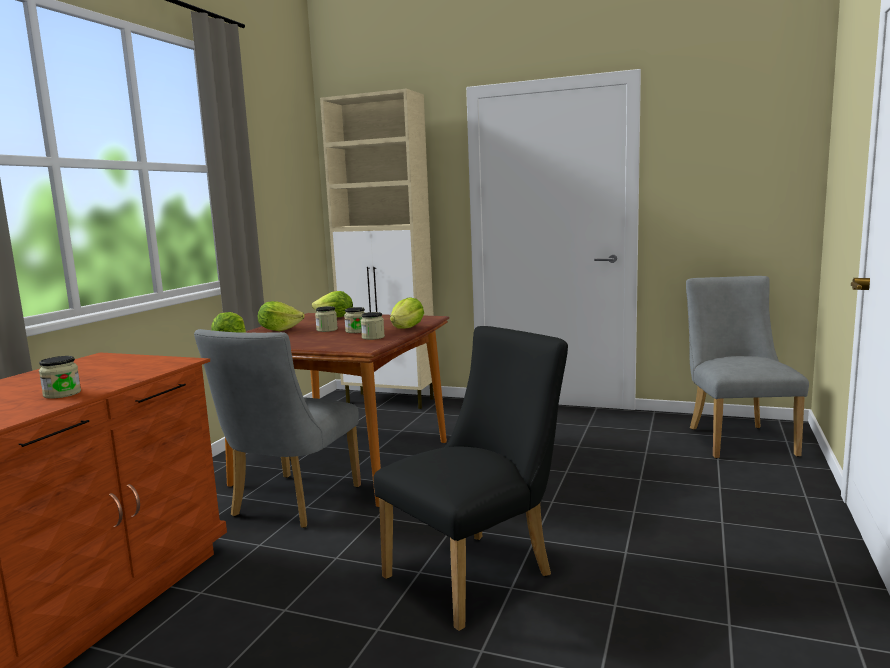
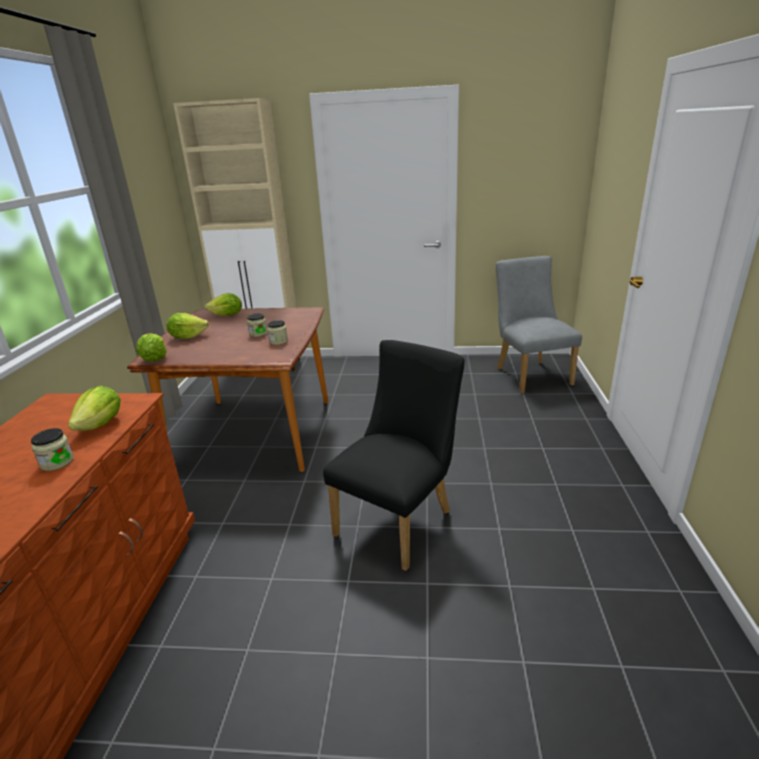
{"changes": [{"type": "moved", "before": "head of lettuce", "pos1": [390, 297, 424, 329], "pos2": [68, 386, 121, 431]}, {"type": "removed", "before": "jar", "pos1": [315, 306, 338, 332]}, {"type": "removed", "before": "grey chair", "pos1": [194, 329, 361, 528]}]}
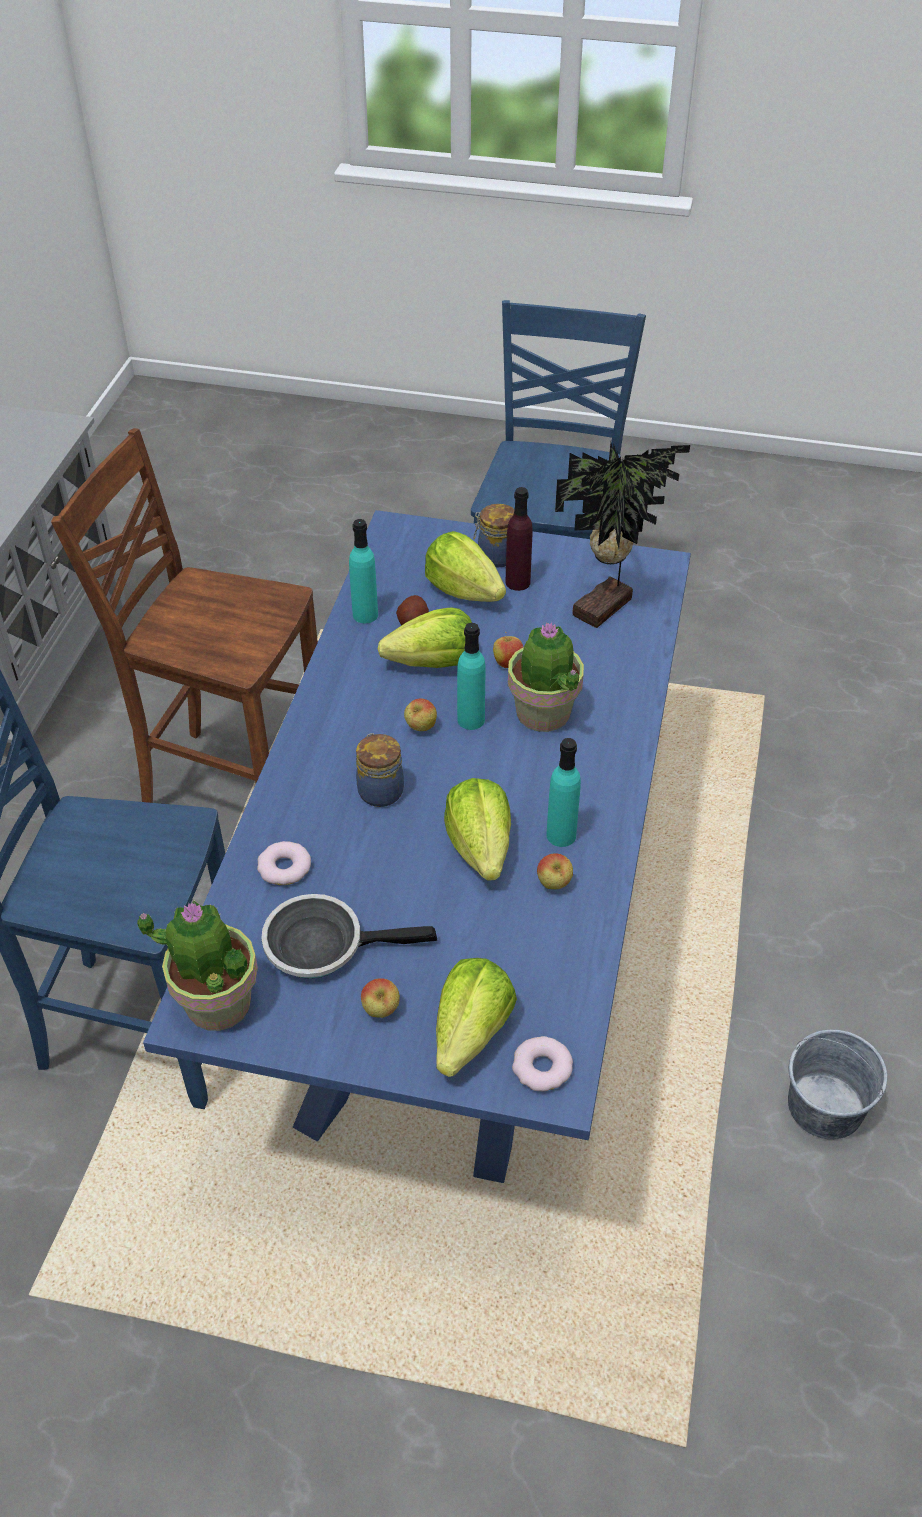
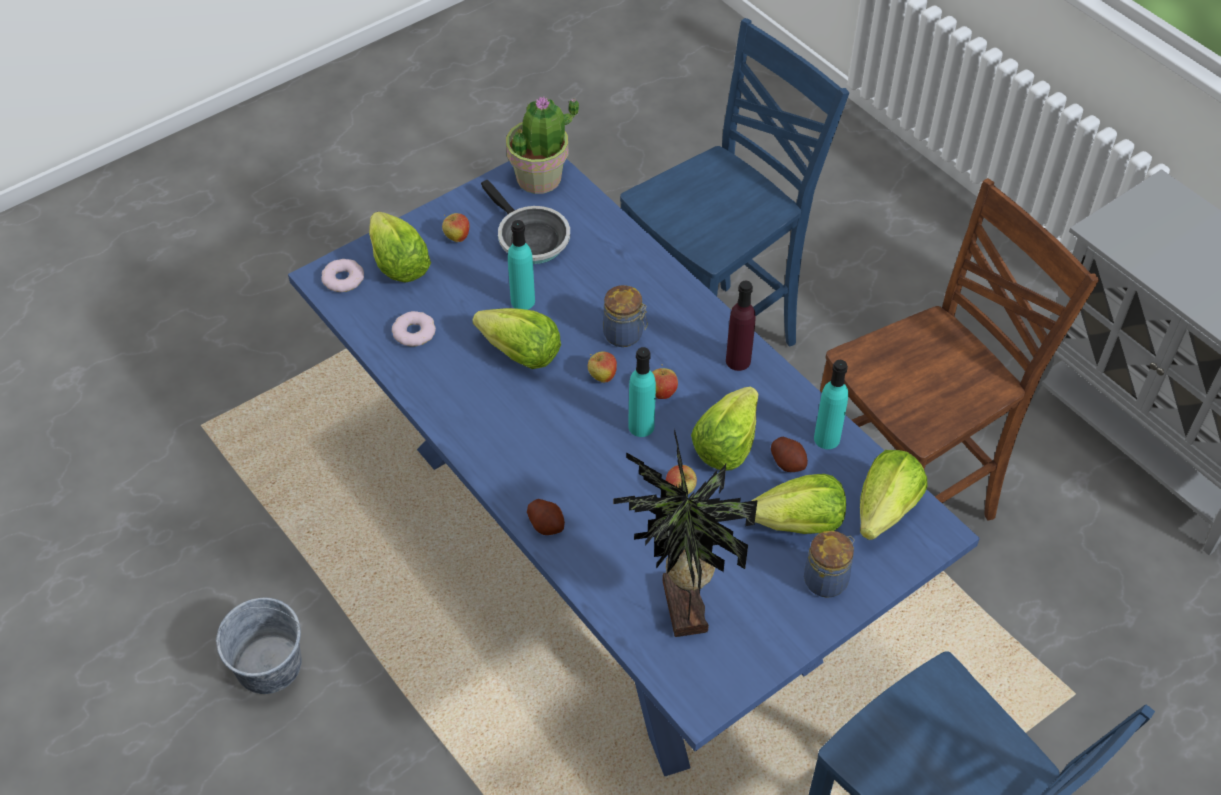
{"changes": [{"type": "moved", "before": "purplish bottle", "pos1": [506, 487, 533, 591], "pos2": [726, 280, 756, 371]}, {"type": "removed", "before": "plant in a pot", "pos1": [508, 622, 584, 732]}, {"type": "moved", "before": "turquoise bottle", "pos1": [546, 738, 581, 847], "pos2": [508, 220, 535, 310]}, {"type": "moved", "before": "doughnut", "pos1": [257, 841, 311, 885], "pos2": [392, 311, 436, 346]}, {"type": "moved", "before": "apple", "pos1": [537, 853, 573, 889], "pos2": [588, 352, 617, 383]}, {"type": "turned", "before": "frying pan", "pos1": [261, 894, 437, 979], "pos2": [481, 180, 570, 264], "turn": 105}, {"type": "added", "after": "head of lettuce", "pos2": [860, 450, 927, 540]}, {"type": "added", "after": "spud", "pos2": [527, 499, 565, 535]}]}
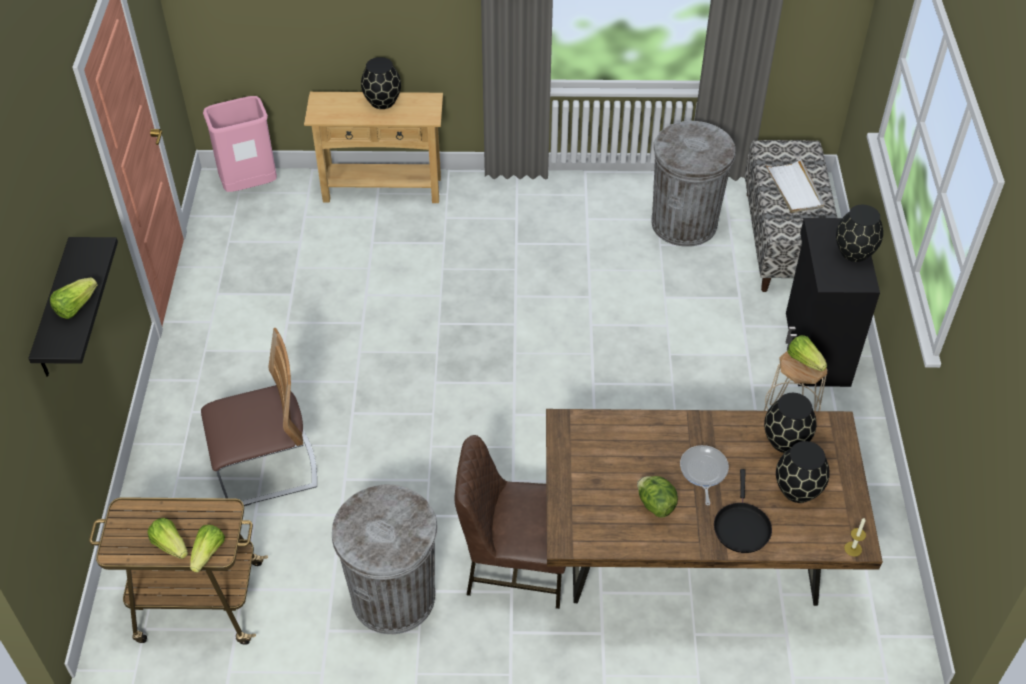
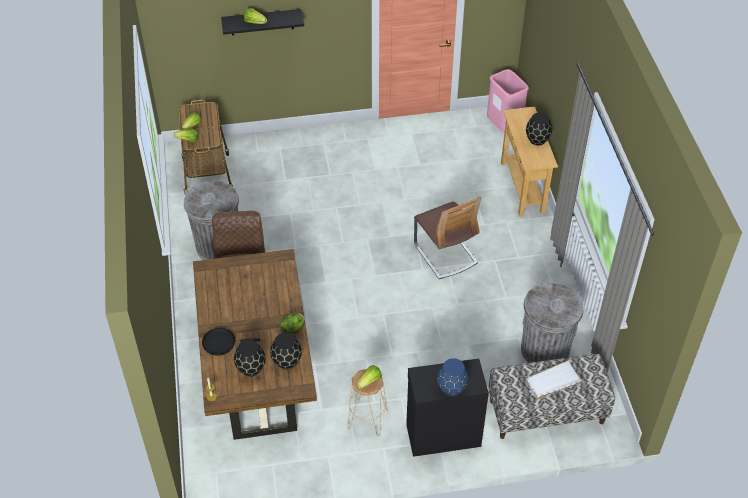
{"changes": [{"type": "recoloured", "before": "black-coloured decorative vase", "after": "bluish decorative vase", "pos1": [836, 205, 883, 262], "pos2": [437, 358, 469, 396]}, {"type": "moved", "before": "chair", "pos1": [201, 328, 317, 506], "pos2": [414, 197, 482, 279]}, {"type": "removed", "before": "frying pan", "pos1": [680, 445, 729, 505]}, {"type": "moved", "before": "head of lettuce", "pos1": [637, 476, 678, 518], "pos2": [280, 313, 305, 335]}]}
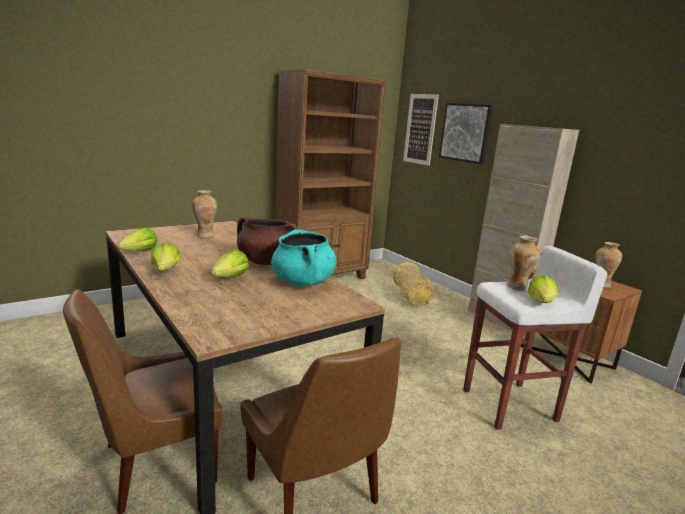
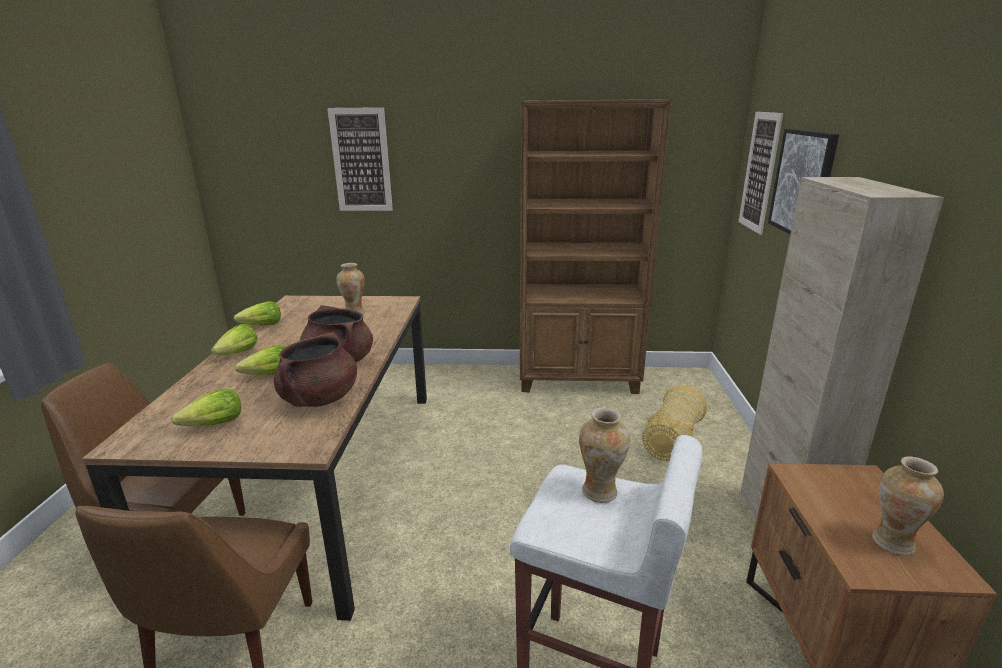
{"changes": [{"type": "recoloured", "before": "turquoise cooking pot", "after": "brown cooking pot", "pos1": [271, 229, 337, 287], "pos2": [274, 332, 357, 407]}, {"type": "moved", "before": "head of lettuce", "pos1": [528, 275, 558, 303], "pos2": [171, 389, 241, 426]}, {"type": "added", "after": "wall art", "pos2": [327, 107, 393, 211]}]}
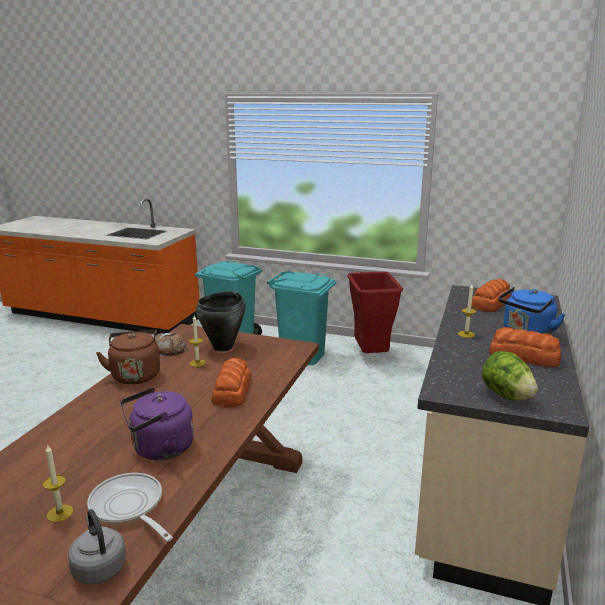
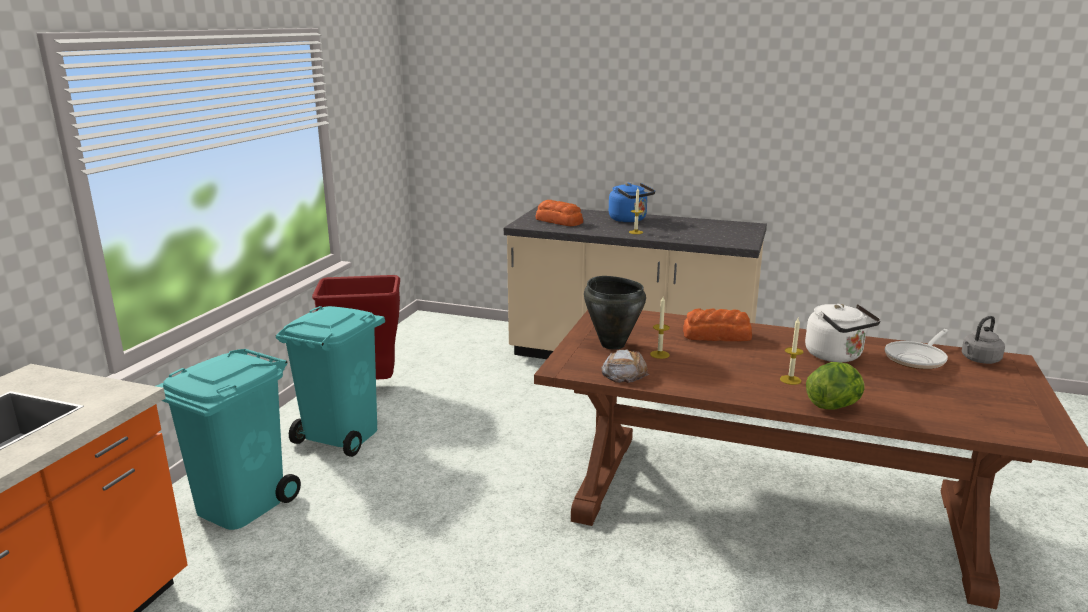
{"changes": [{"type": "removed", "before": "bread", "pos1": [489, 327, 561, 367]}, {"type": "removed", "before": "brown kettle", "pos1": [96, 330, 160, 384]}, {"type": "moved", "before": "head of lettuce", "pos1": [482, 351, 538, 400], "pos2": [806, 362, 865, 410]}, {"type": "recoloured", "before": "purplish kettle", "after": "whitish kettle", "pos1": [120, 387, 194, 460], "pos2": [805, 304, 881, 362]}, {"type": "moved", "before": "wax candle", "pos1": [43, 444, 73, 522], "pos2": [780, 318, 803, 385]}]}
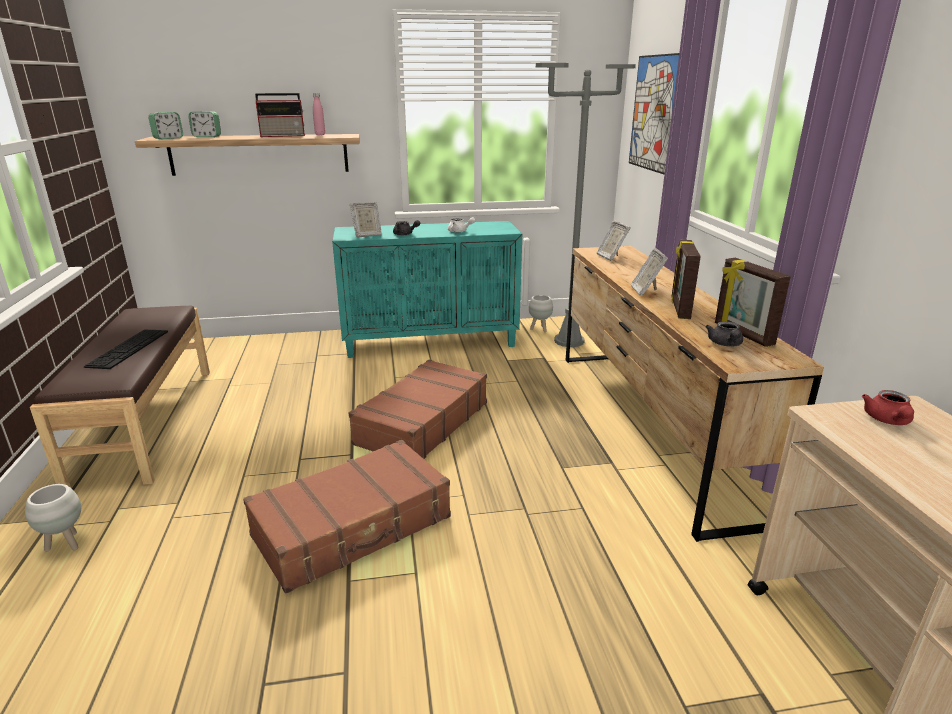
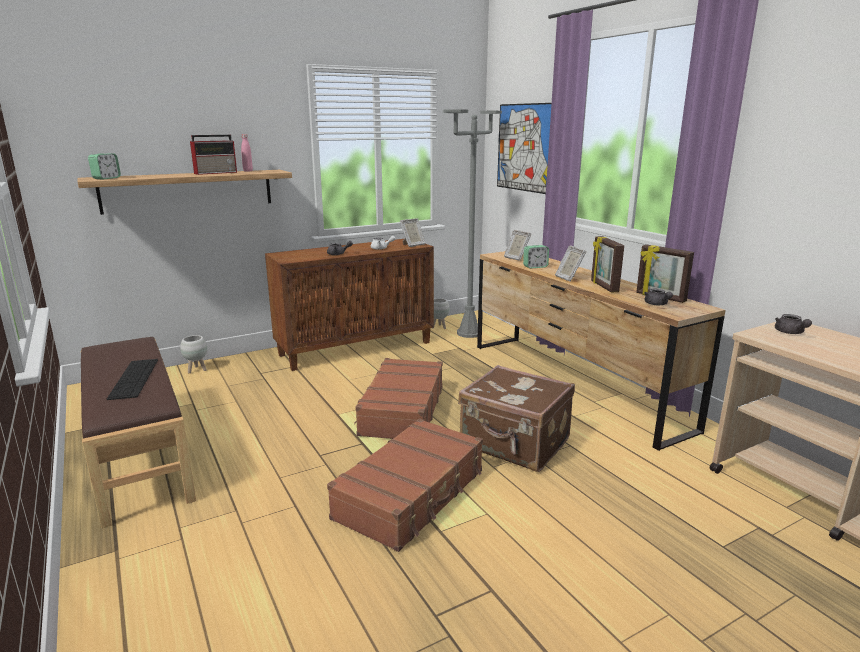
{"changes": [{"type": "moved", "before": "table clock", "pos1": [188, 111, 221, 137], "pos2": [523, 245, 549, 269]}, {"type": "moved", "before": "standing frame", "pos1": [350, 202, 381, 237], "pos2": [400, 218, 426, 247]}, {"type": "recoloured", "before": "turquoise storage cabinet", "after": "brown storage cabinet", "pos1": [332, 221, 522, 358], "pos2": [265, 239, 434, 371]}, {"type": "recoloured", "before": "red-coloured pot for tea", "after": "grey pot for tea", "pos1": [862, 390, 914, 425], "pos2": [775, 314, 812, 334]}, {"type": "moved", "before": "whitish planter", "pos1": [25, 484, 81, 552], "pos2": [180, 335, 207, 373]}, {"type": "added", "after": "brown travel case", "pos2": [458, 365, 575, 472]}]}
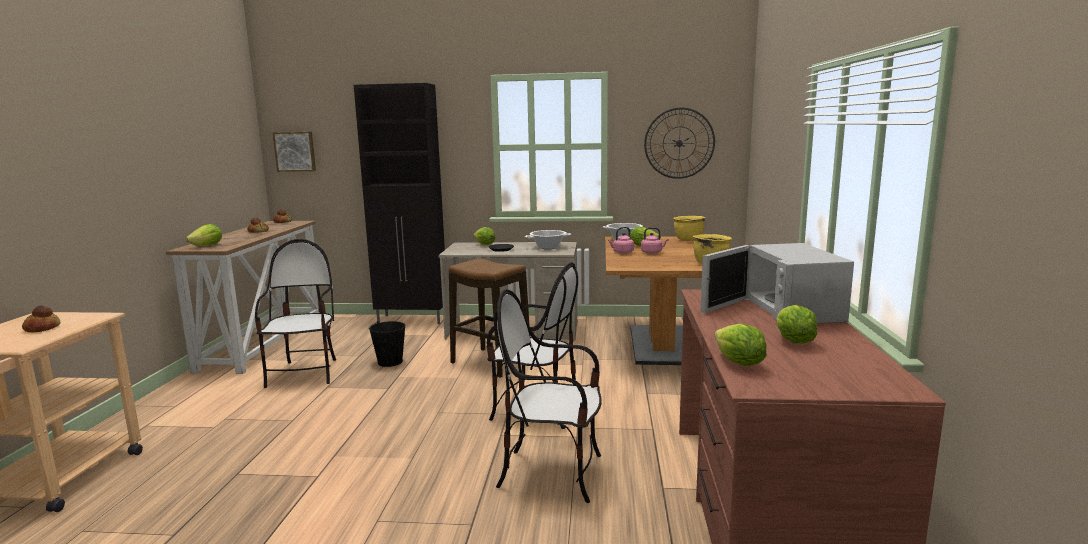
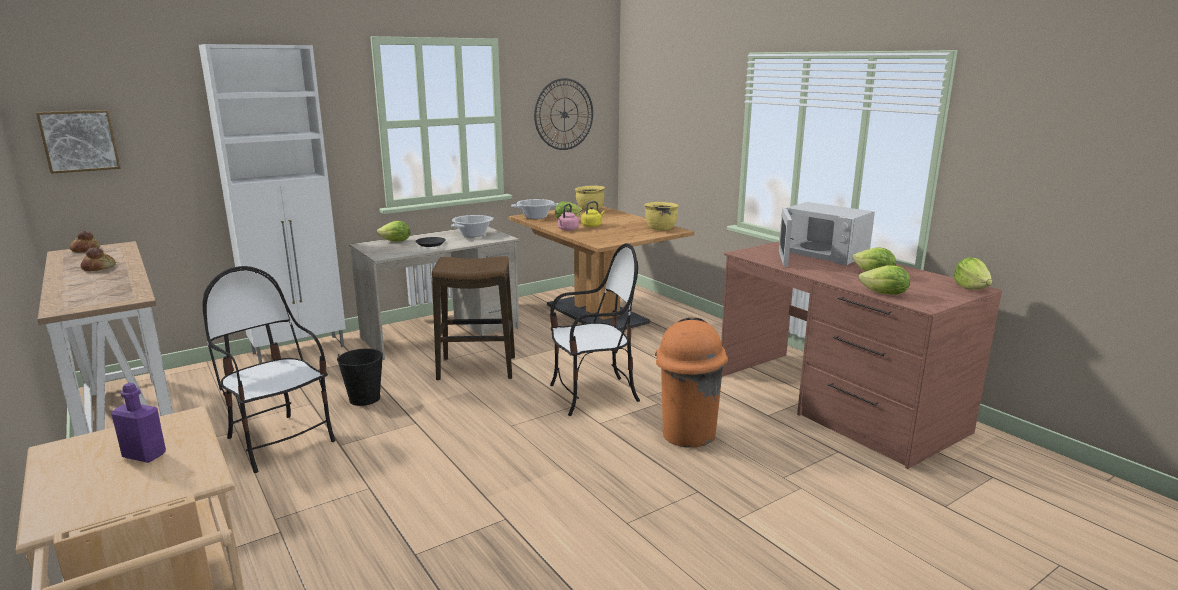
{"changes": [{"type": "recoloured", "before": "black-coloured storage cabinet", "after": "whitish storage cabinet", "pos1": [354, 83, 445, 324], "pos2": [199, 44, 346, 364]}, {"type": "moved", "before": "head of lettuce", "pos1": [186, 224, 222, 246], "pos2": [954, 257, 992, 290]}, {"type": "recoloured", "before": "pinkish kettle", "after": "yellowish kettle", "pos1": [641, 227, 669, 254], "pos2": [581, 201, 605, 227]}, {"type": "replaced", "before": "chair", "after": "orange-coloured rubbish bin", "pos1": [494, 289, 602, 503], "pos2": [655, 317, 728, 448]}, {"type": "replaced", "before": "bread", "after": "purplish bottle", "pos1": [22, 306, 60, 332], "pos2": [111, 383, 166, 463]}]}
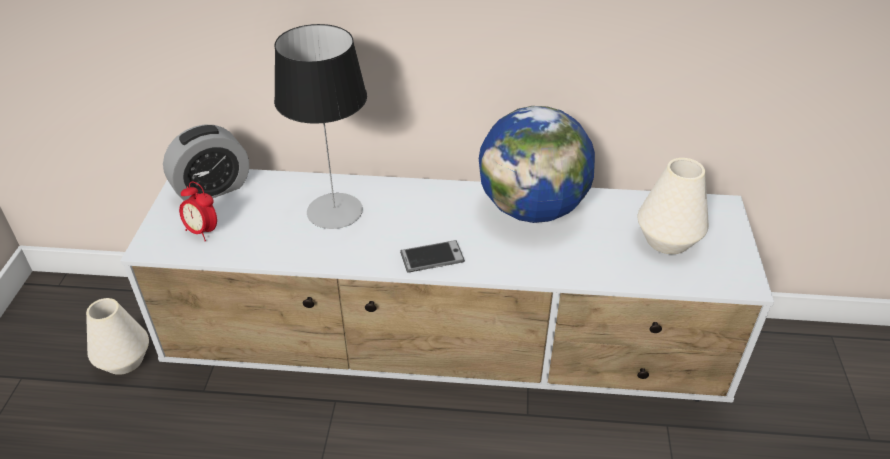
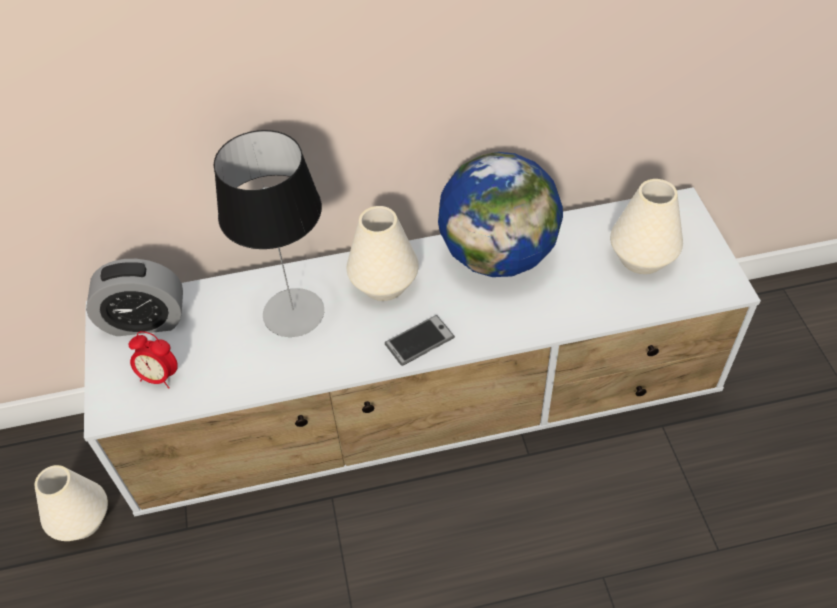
{"changes": [{"type": "turned", "before": "table clock", "pos1": [163, 125, 249, 201], "pos2": [86, 259, 183, 336], "turn": 45}, {"type": "added", "after": "whitish decorative vase", "pos2": [347, 206, 419, 301]}]}
